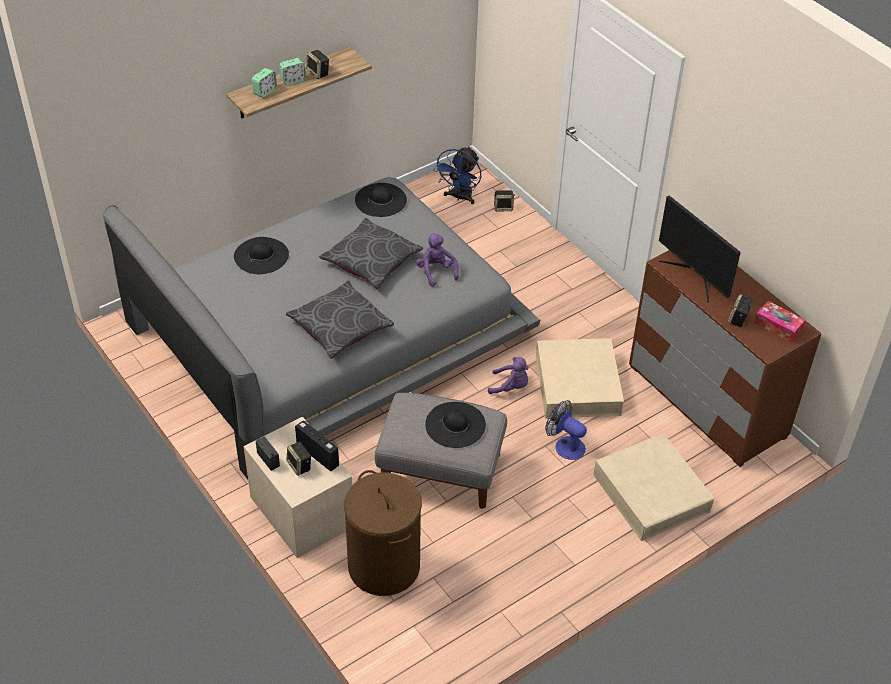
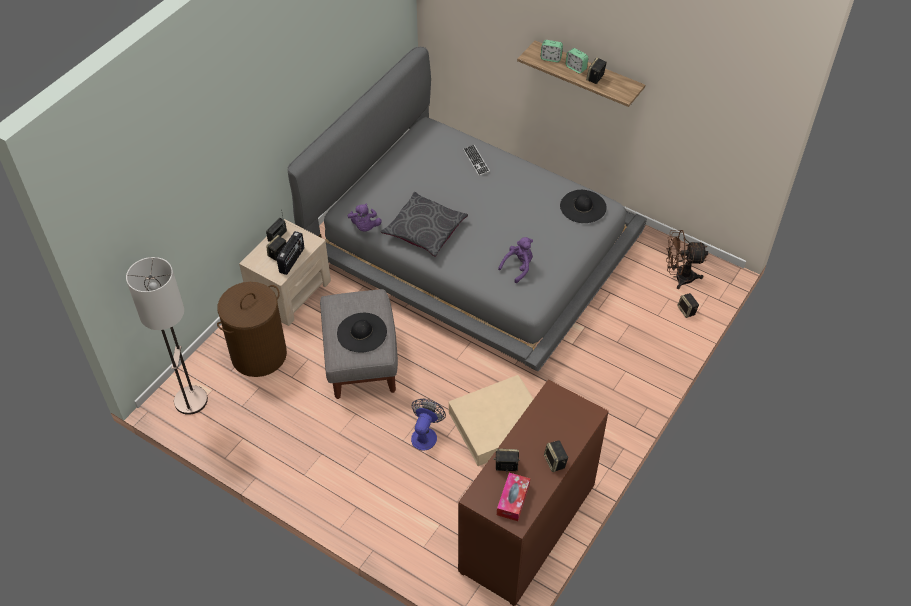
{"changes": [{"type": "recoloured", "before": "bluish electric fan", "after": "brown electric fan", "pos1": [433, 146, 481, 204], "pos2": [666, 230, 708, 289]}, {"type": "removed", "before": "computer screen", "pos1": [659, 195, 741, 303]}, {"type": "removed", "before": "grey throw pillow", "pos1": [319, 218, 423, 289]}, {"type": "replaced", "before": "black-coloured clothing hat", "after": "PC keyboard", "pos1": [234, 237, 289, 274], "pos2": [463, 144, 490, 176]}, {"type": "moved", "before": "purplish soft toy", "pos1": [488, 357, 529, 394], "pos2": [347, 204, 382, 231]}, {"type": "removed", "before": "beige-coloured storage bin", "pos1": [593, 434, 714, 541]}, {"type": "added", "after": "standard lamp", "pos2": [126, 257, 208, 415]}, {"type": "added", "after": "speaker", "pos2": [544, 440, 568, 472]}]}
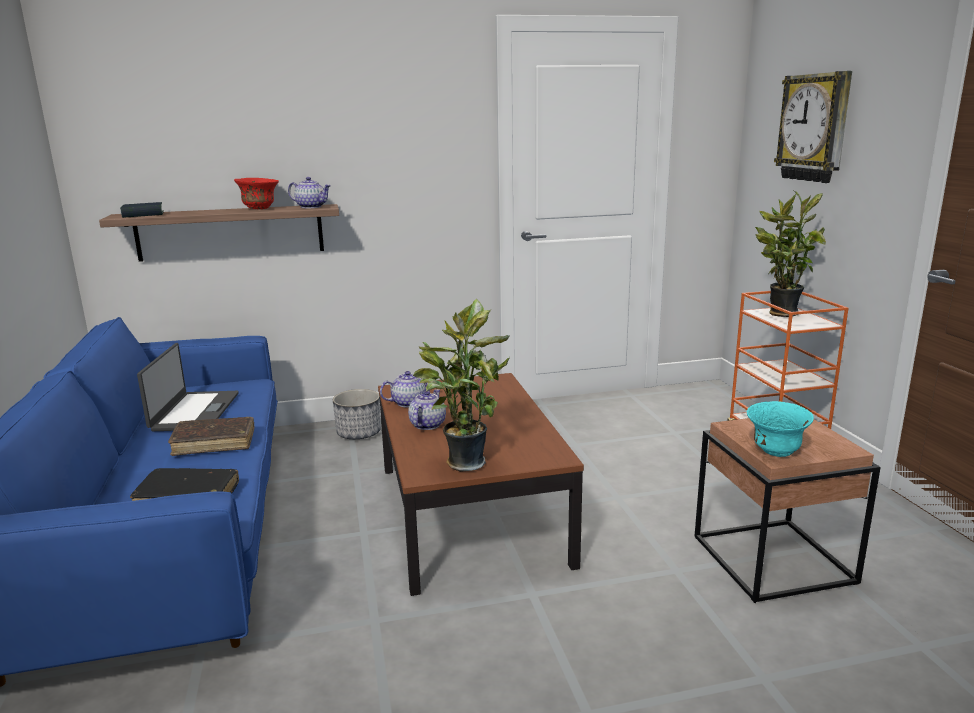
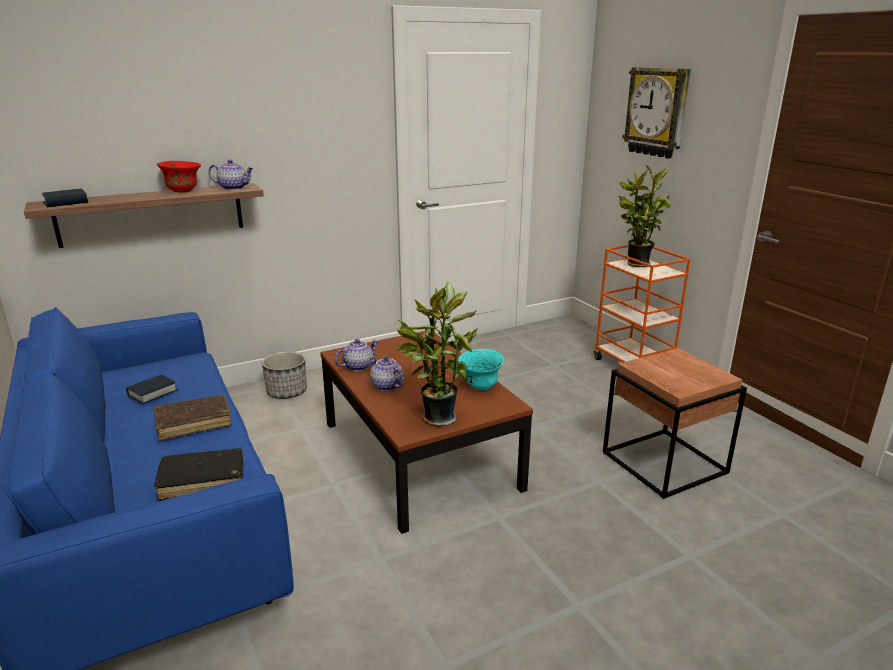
{"changes": [{"type": "replaced", "before": "notebook computer", "after": "bound book", "pos1": [137, 343, 239, 431], "pos2": [126, 375, 178, 404]}, {"type": "turned", "before": "pot for tea", "pos1": [408, 389, 446, 430], "pos2": [370, 356, 404, 391], "turn": -45}, {"type": "moved", "before": "turquoise deep dish", "pos1": [747, 401, 814, 457], "pos2": [458, 349, 504, 391]}]}
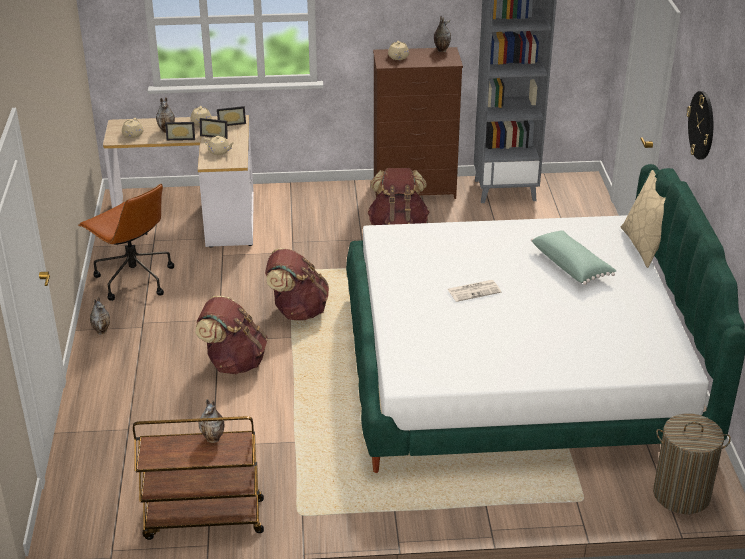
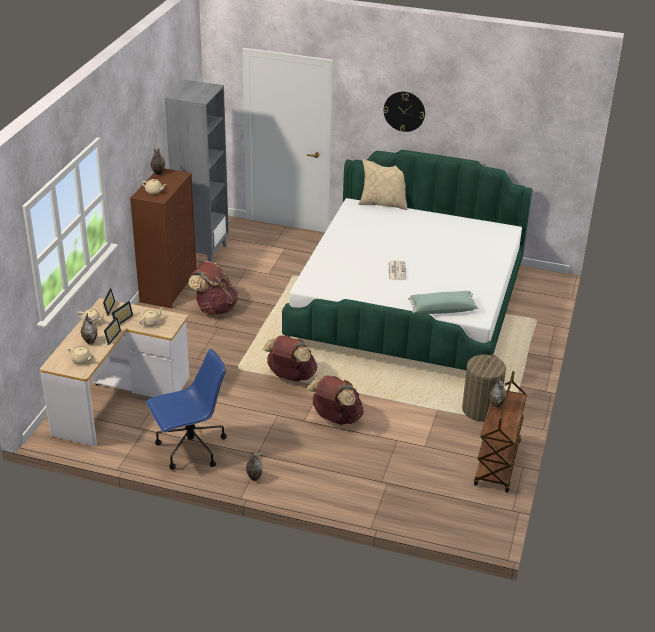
{"changes": [{"type": "recoloured", "before": "brown computer chair", "after": "bluish computer chair", "pos1": [78, 184, 174, 301], "pos2": [146, 349, 227, 470]}, {"type": "moved", "before": "green throw pillow", "pos1": [531, 230, 616, 285], "pos2": [408, 291, 479, 314]}, {"type": "moved", "before": "laundry basket", "pos1": [653, 413, 731, 514], "pos2": [462, 355, 506, 422]}]}
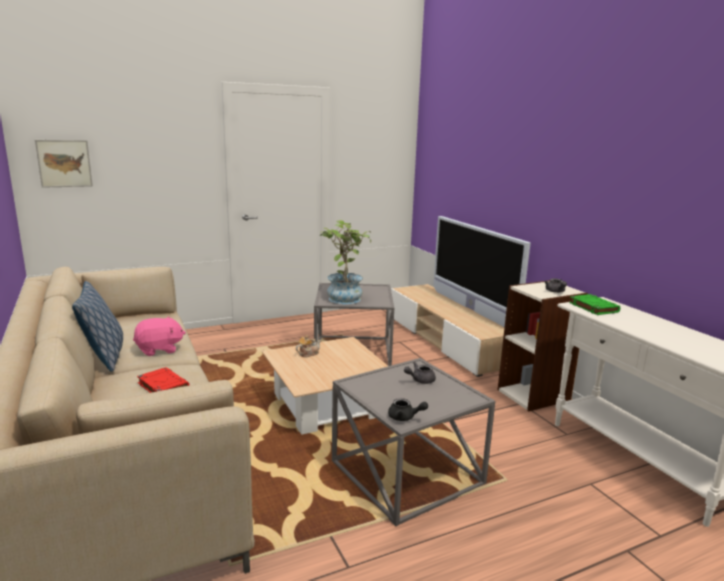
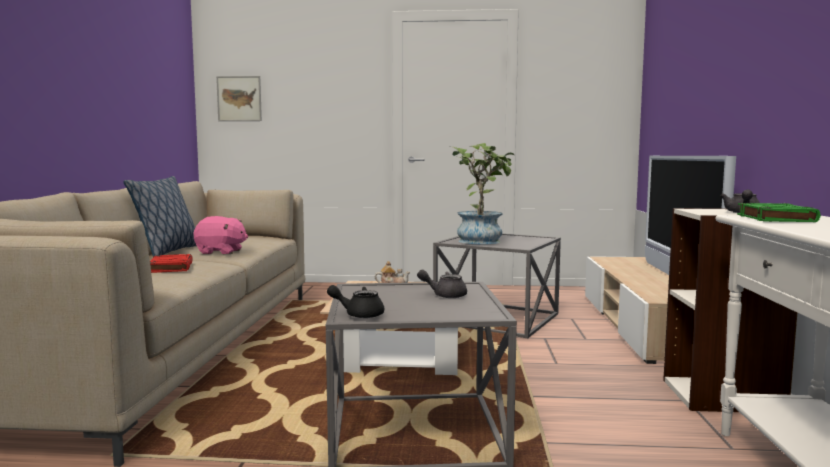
{"changes": [{"type": "turned", "before": "black-coloured pot for tea", "pos1": [388, 398, 428, 421], "pos2": [327, 285, 384, 318], "turn": 135}]}
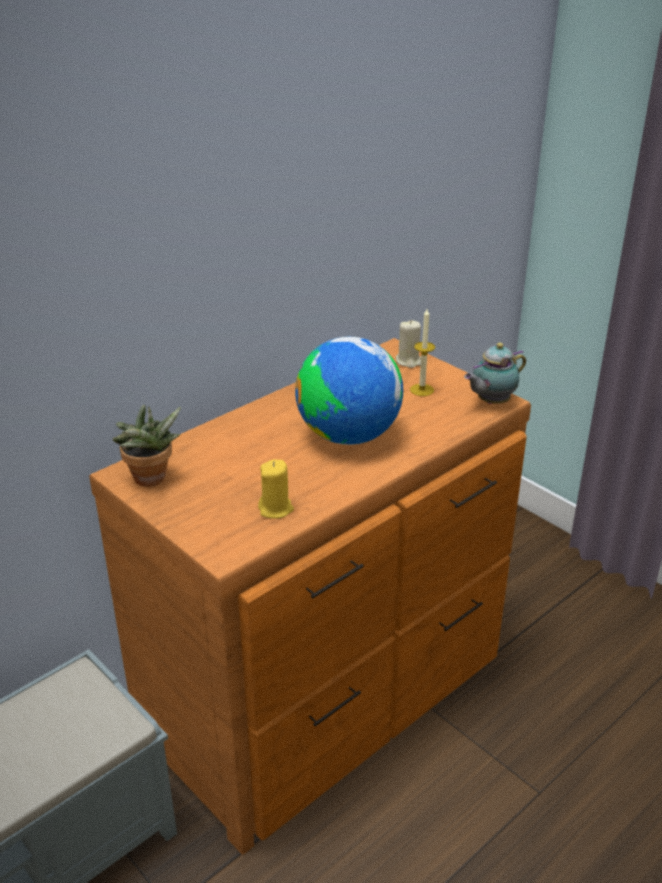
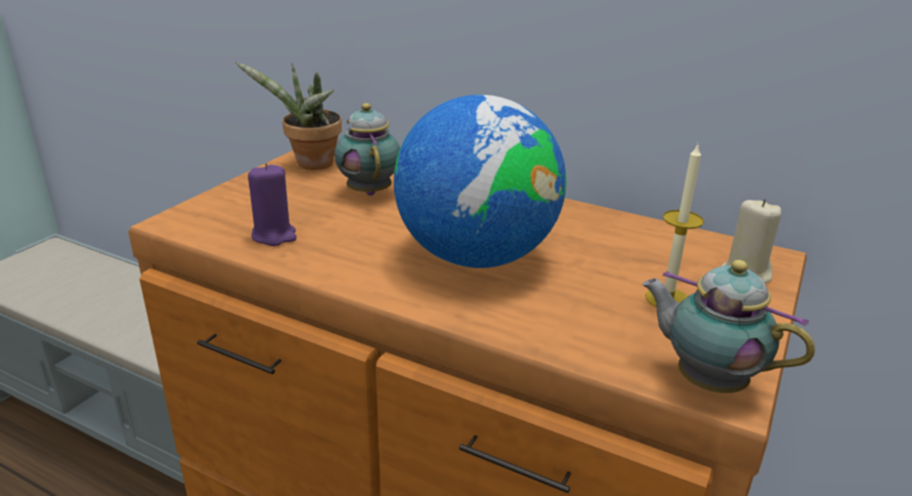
{"changes": [{"type": "recoloured", "before": "yellowish wax candle", "after": "purplish wax candle", "pos1": [258, 459, 294, 519], "pos2": [248, 163, 297, 246]}, {"type": "added", "after": "pot for tea", "pos2": [334, 103, 400, 196]}]}
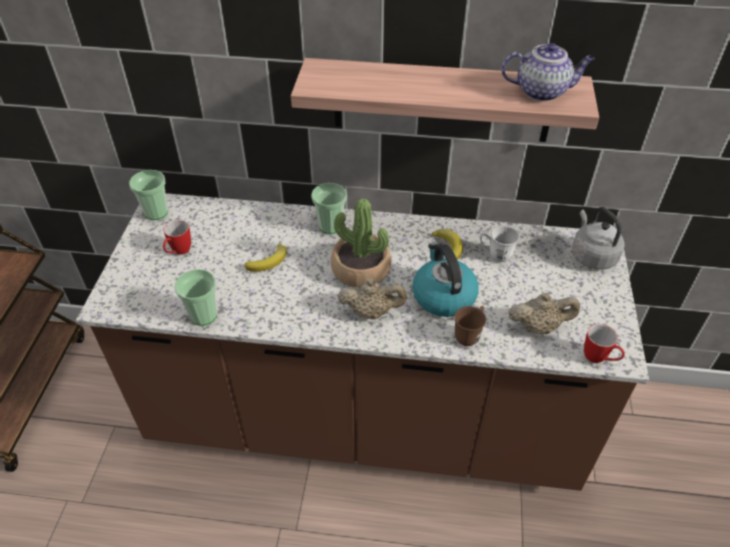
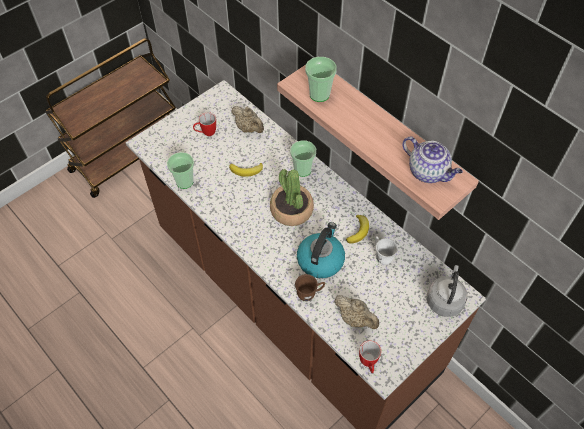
{"changes": [{"type": "moved", "before": "cup", "pos1": [129, 170, 168, 220], "pos2": [305, 57, 337, 102]}, {"type": "moved", "before": "beige-coloured pot for tea", "pos1": [338, 278, 407, 319], "pos2": [231, 106, 264, 133]}]}
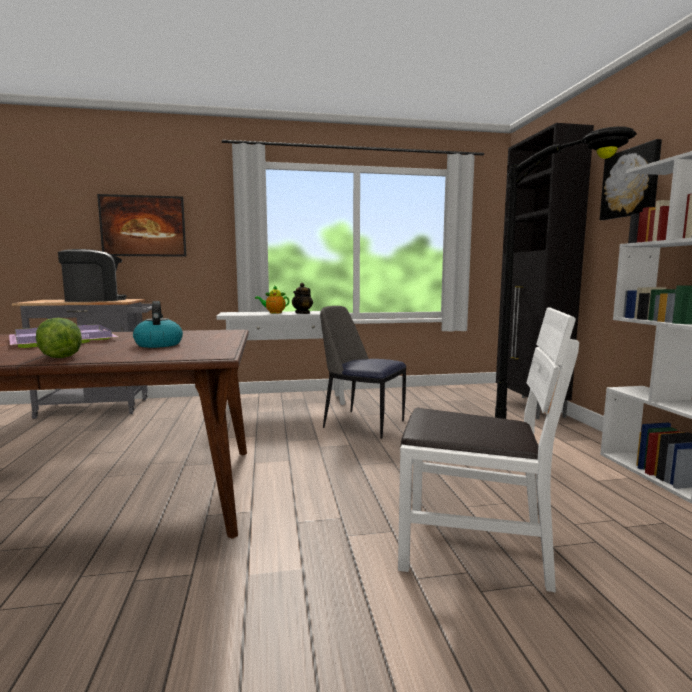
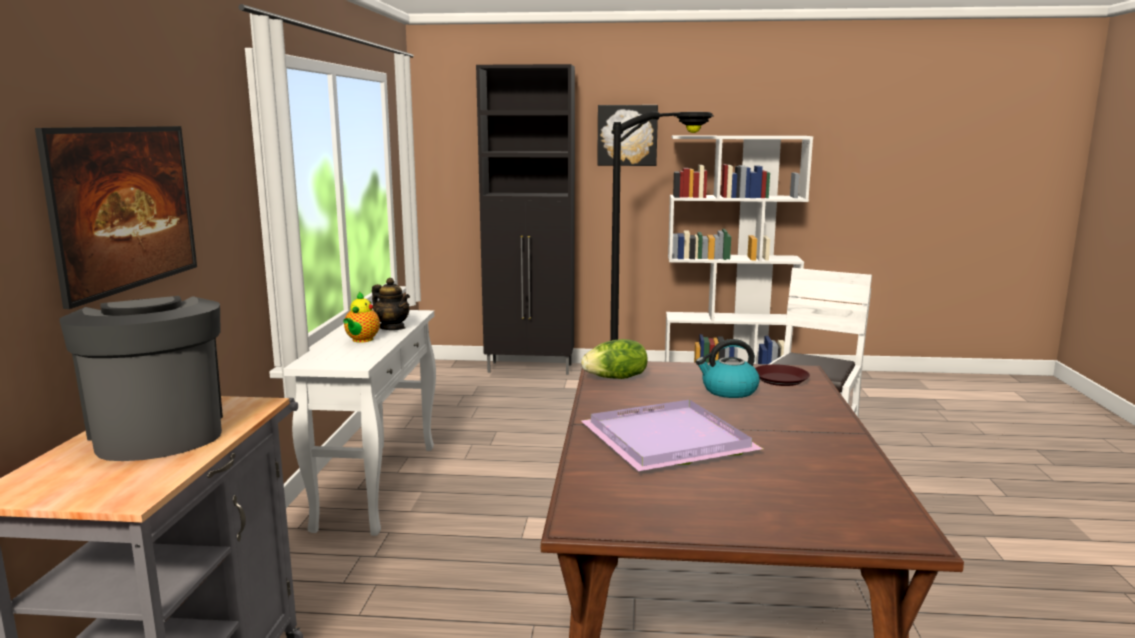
{"changes": [{"type": "removed", "before": "chair", "pos1": [320, 306, 406, 439]}, {"type": "moved", "before": "head of lettuce", "pos1": [36, 318, 82, 358], "pos2": [581, 339, 648, 379]}, {"type": "added", "after": "brown dinner plate", "pos2": [755, 364, 810, 386]}]}
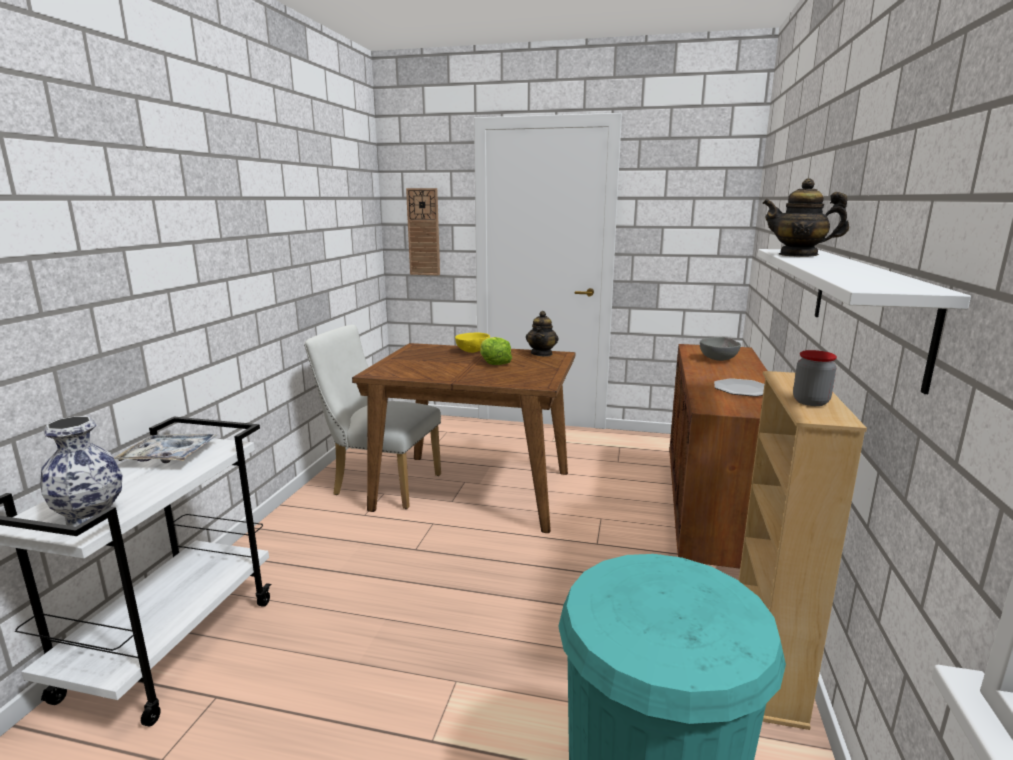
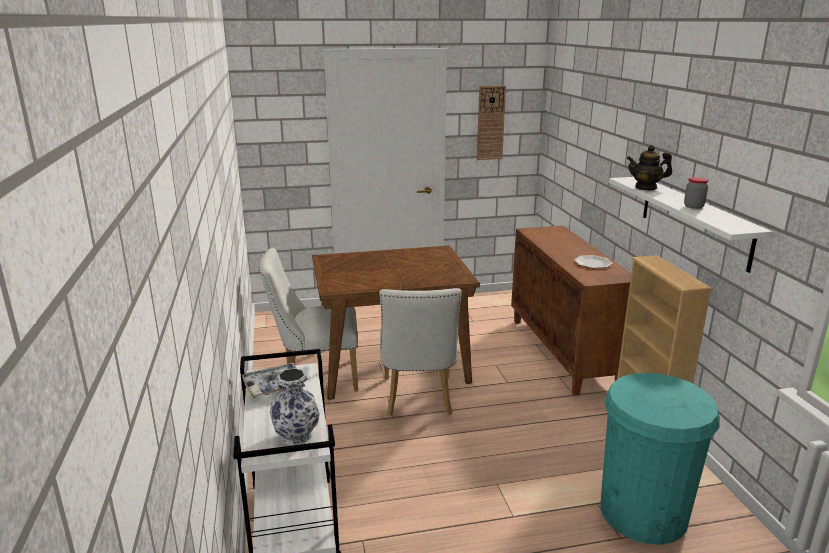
{"changes": [{"type": "moved", "before": "clock on the wall", "pos1": [406, 188, 440, 275], "pos2": [477, 86, 506, 160]}, {"type": "removed", "before": "pot for tea", "pos1": [526, 311, 559, 356]}, {"type": "removed", "before": "yellowish deep dish", "pos1": [455, 333, 490, 353]}, {"type": "removed", "before": "head of lettuce", "pos1": [480, 337, 512, 365]}, {"type": "removed", "before": "grey deep dish", "pos1": [700, 337, 741, 361]}, {"type": "moved", "before": "jar", "pos1": [793, 350, 837, 406], "pos2": [684, 177, 709, 209]}, {"type": "added", "after": "whitish chair", "pos2": [379, 288, 462, 416]}]}
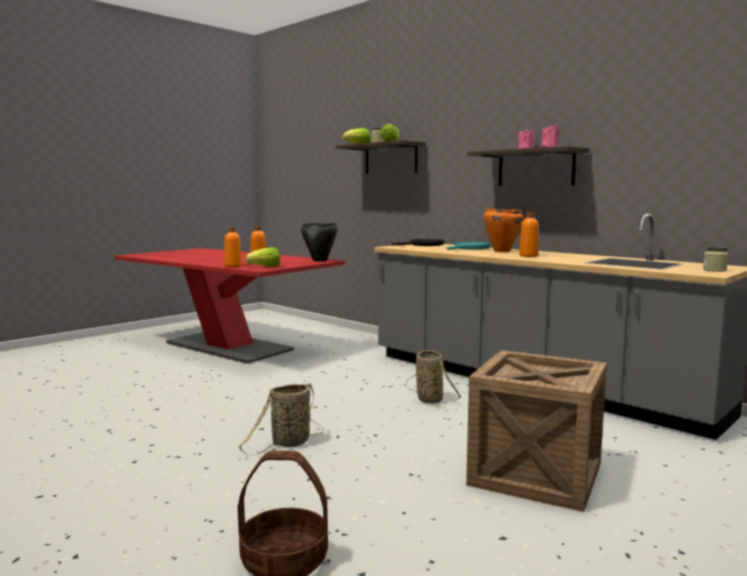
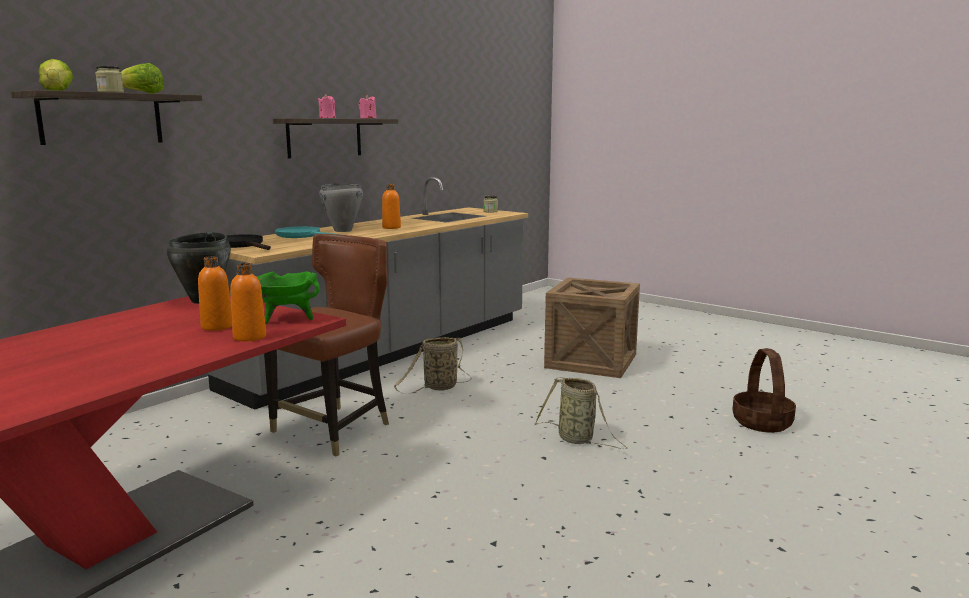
{"changes": [{"type": "recoloured", "before": "orange-coloured cooking pot", "after": "grey cooking pot", "pos1": [483, 209, 523, 252], "pos2": [319, 184, 363, 232]}, {"type": "replaced", "before": "head of lettuce", "after": "green cooking pot", "pos1": [245, 247, 280, 267], "pos2": [257, 271, 320, 324]}, {"type": "added", "after": "brown chair", "pos2": [264, 234, 389, 457]}]}
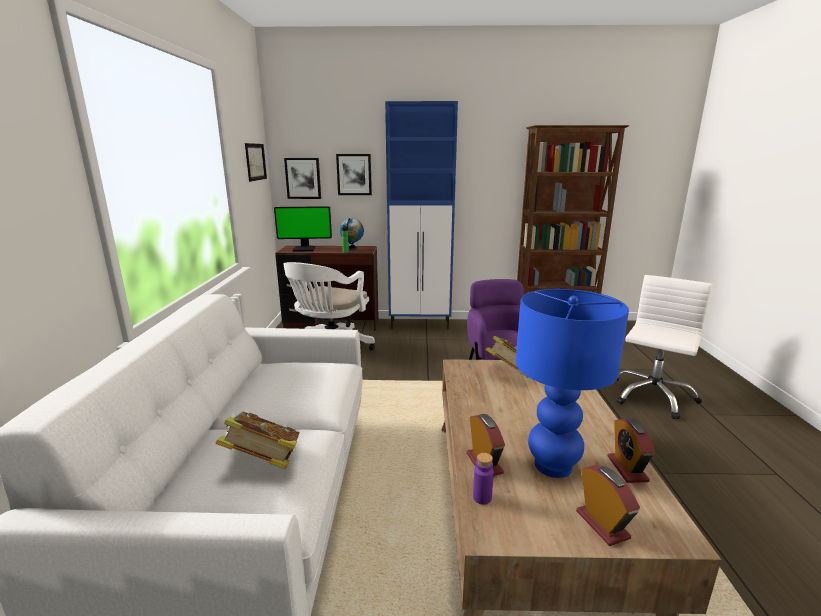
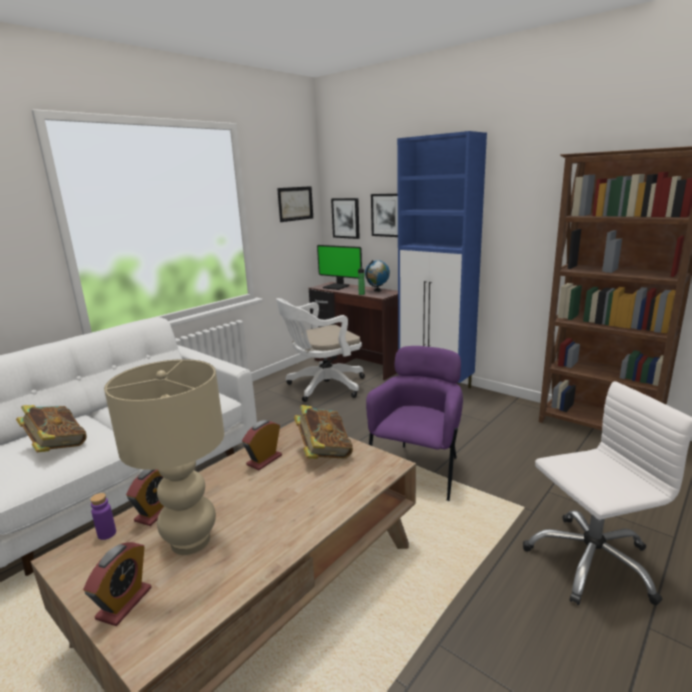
{"changes": [{"type": "recoloured", "before": "bluish tabletop lamp", "after": "beige-coloured tabletop lamp", "pos1": [516, 289, 629, 478], "pos2": [104, 359, 224, 555]}, {"type": "moved", "before": "table clock", "pos1": [607, 419, 655, 483], "pos2": [242, 420, 282, 470]}]}
